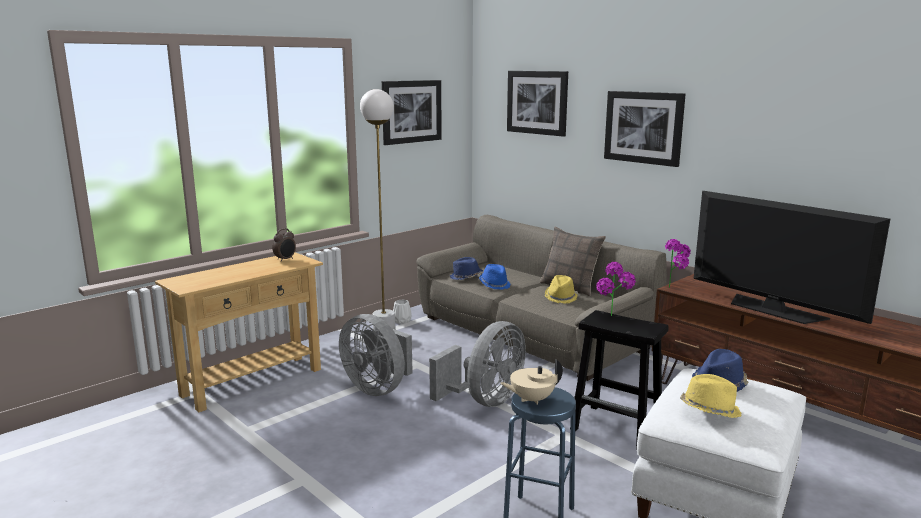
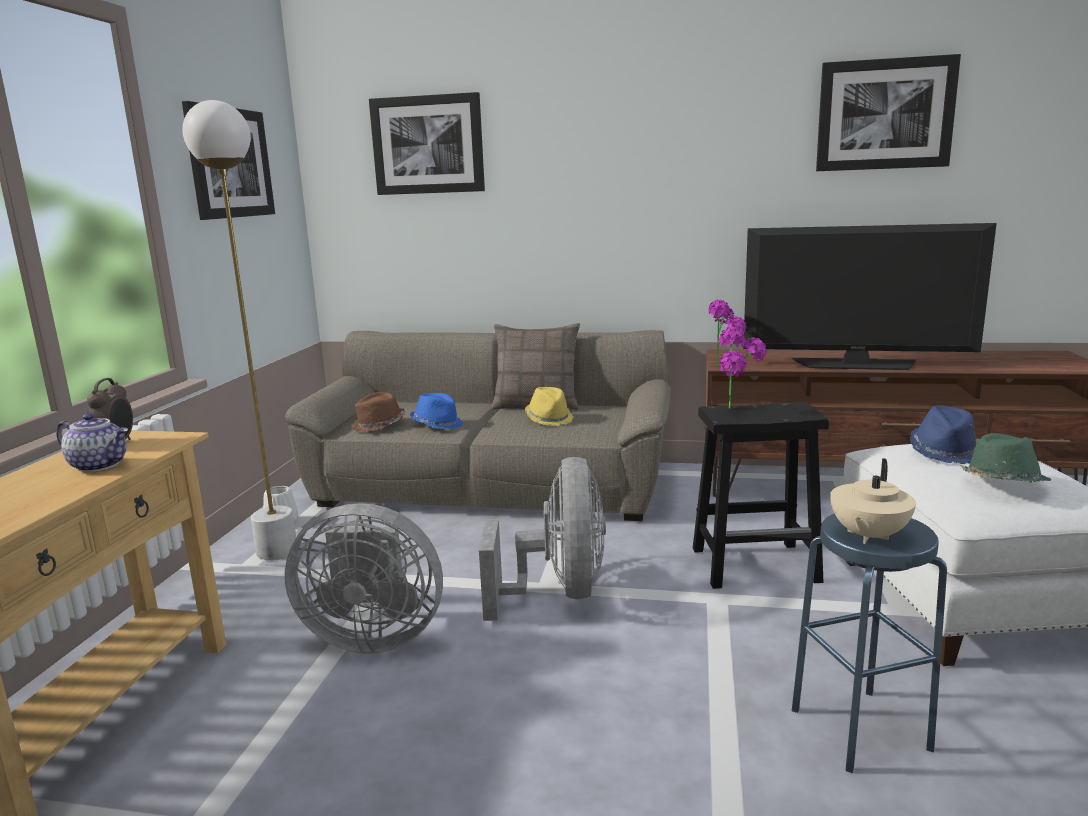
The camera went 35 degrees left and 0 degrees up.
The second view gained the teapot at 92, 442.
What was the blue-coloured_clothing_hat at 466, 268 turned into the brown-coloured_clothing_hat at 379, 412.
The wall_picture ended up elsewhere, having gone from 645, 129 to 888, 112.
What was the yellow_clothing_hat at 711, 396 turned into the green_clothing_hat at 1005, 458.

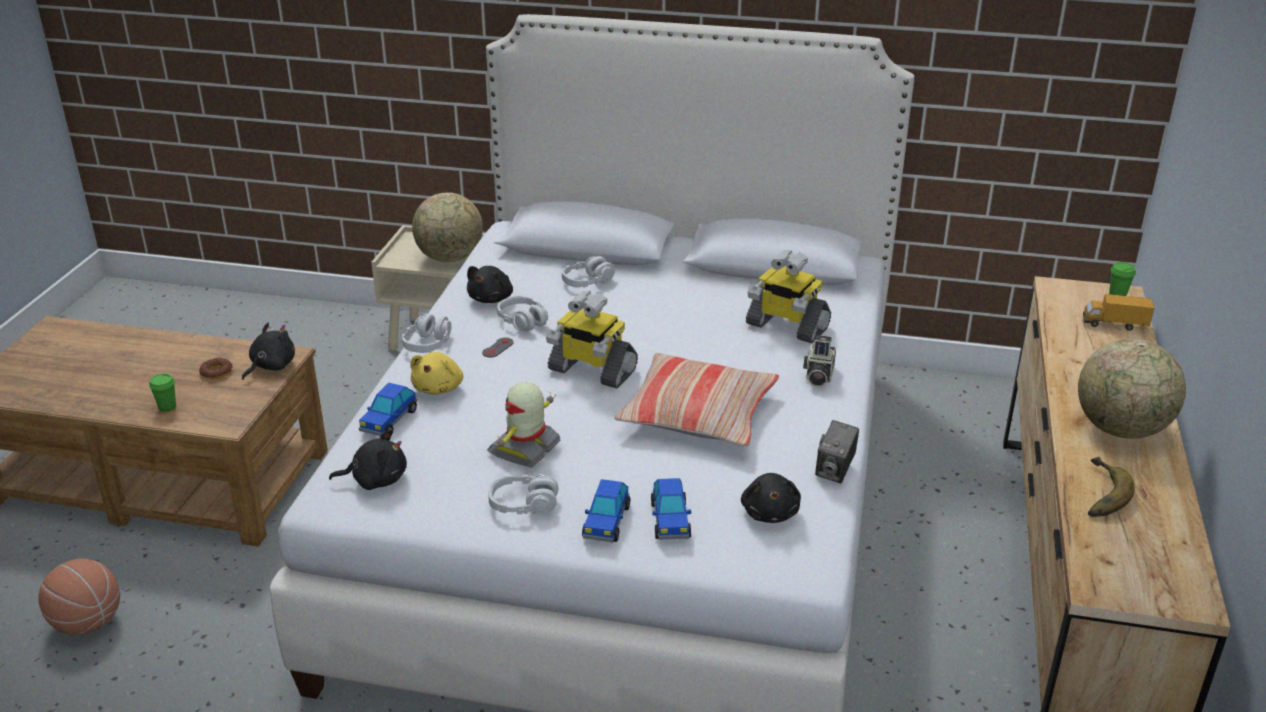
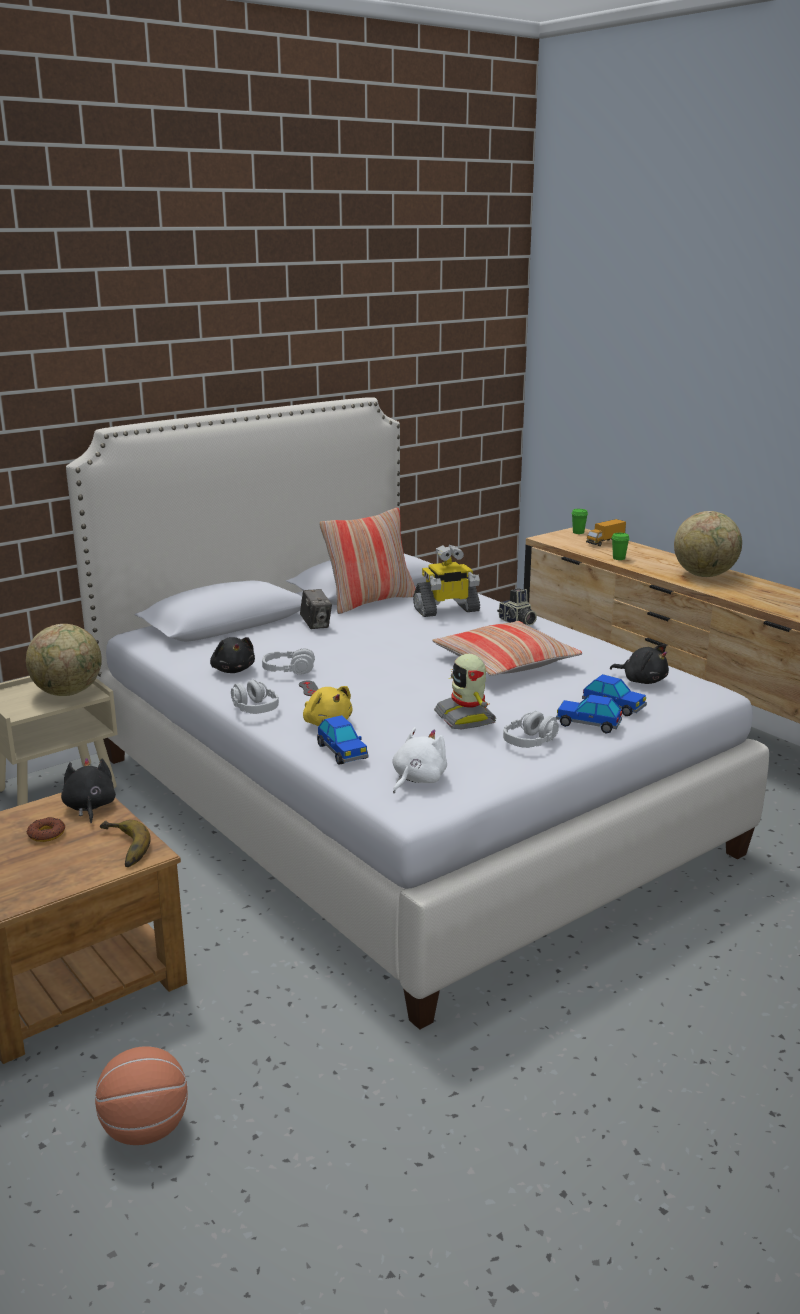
The camera went 50 degrees left and 10 degrees down.
The whole_banana ended up elsewhere, having gone from 1111, 487 to 125, 843.
The still_camera ended up elsewhere, having gone from 837, 451 to 316, 609.
The second view gained the throw_pillow at 367, 561.
What was the black-coloured_soft_toy at 368, 460 turned into the whitish_soft_toy at 419, 760.
The model_car at 606, 511 ended up facing another way, 150 degrees clockwise from before.
The green_small_cup ended up elsewhere, having gone from 162, 392 to 620, 546.
The second view lost the robot_figure at 592, 339.
The second view lost the grey_headphones at 588, 271.

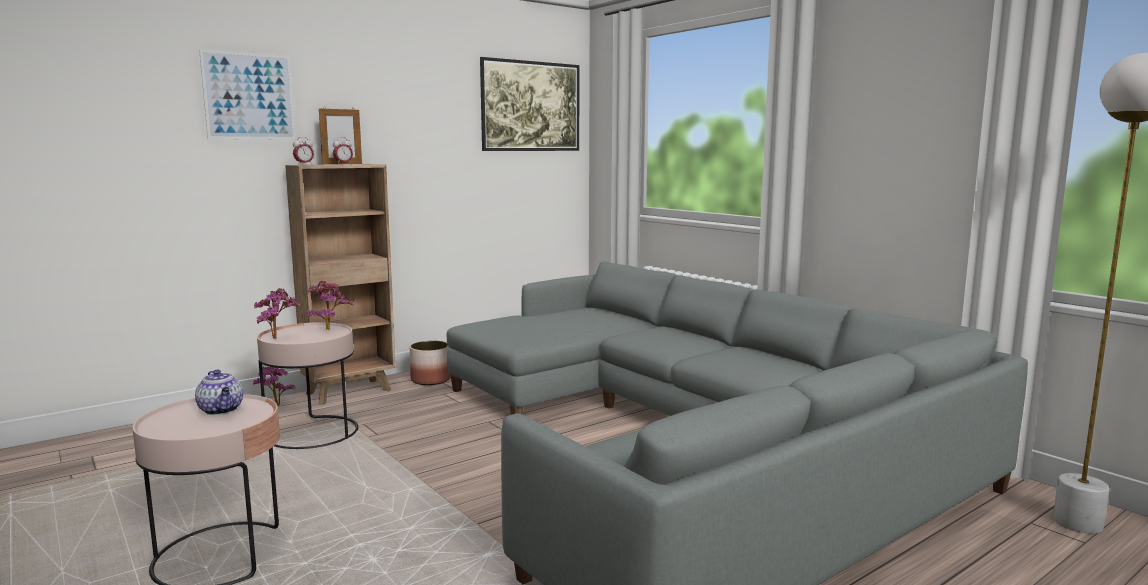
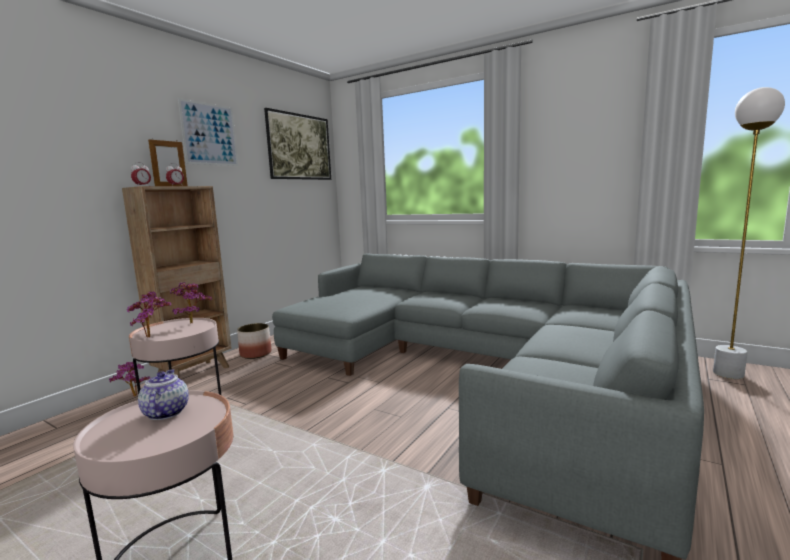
The camera went 20 degrees left and 0 degrees up.
The teapot at 219, 392 ended up facing another way, 135 degrees counterclockwise from before.
The wall_picture ended up elsewhere, having gone from 247, 94 to 208, 132.

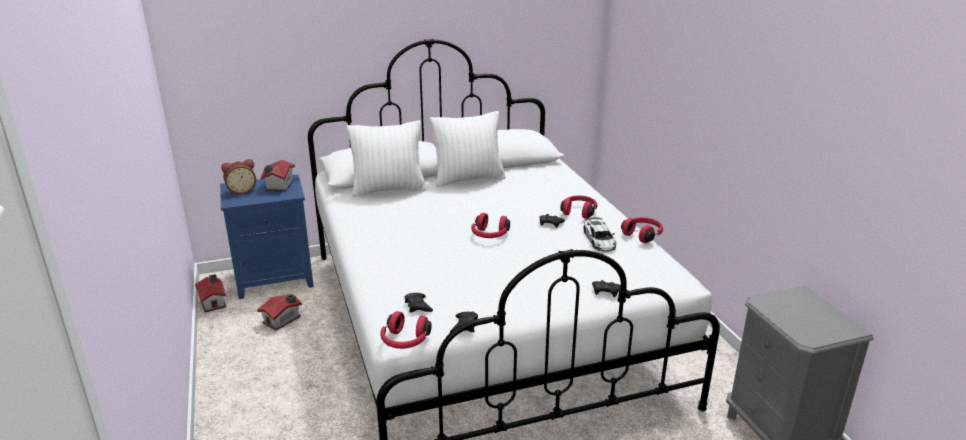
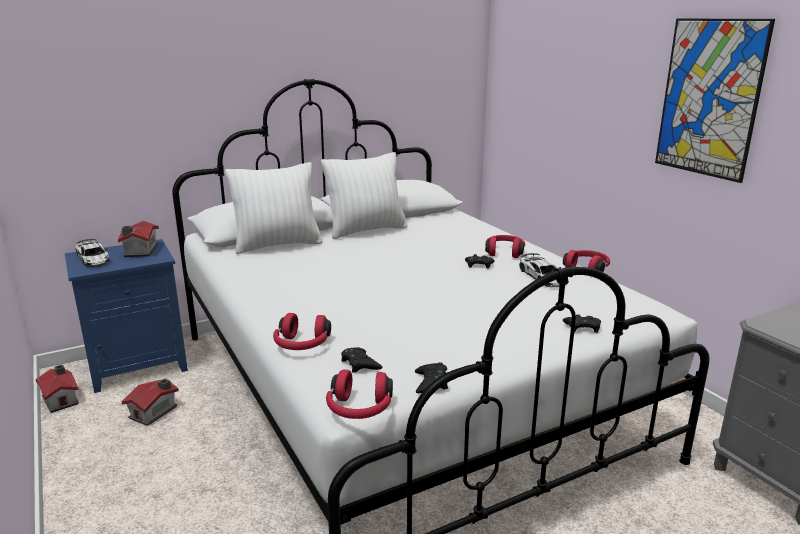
The camera went 10 degrees left and 5 degrees down.
Where the bedside_clock stood at 238, 176, the model_car came to stand at 93, 253.
The red_headphones ended up elsewhere, having gone from 490, 225 to 302, 331.
The second view gained the wall_picture at 715, 101.

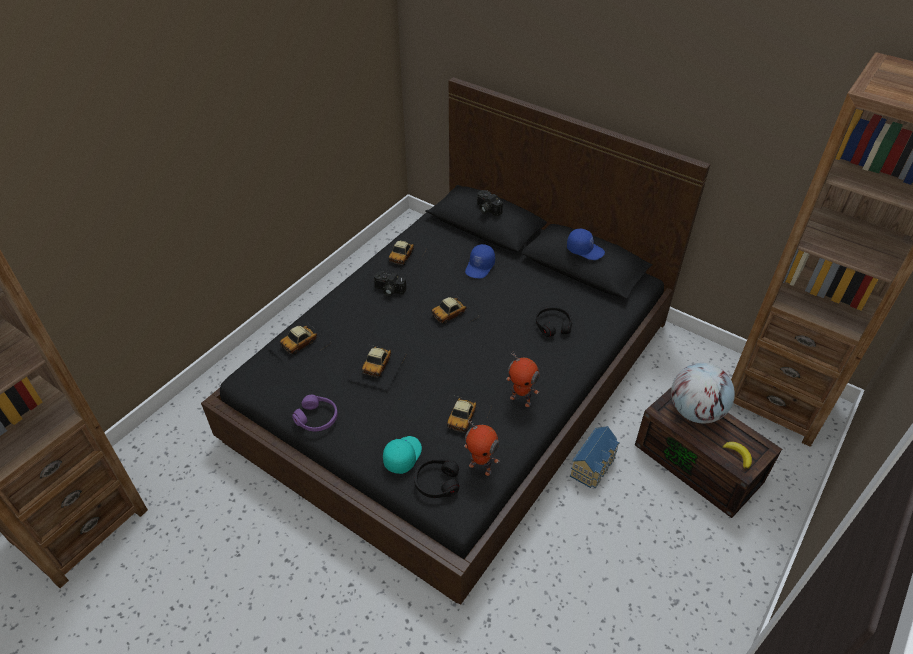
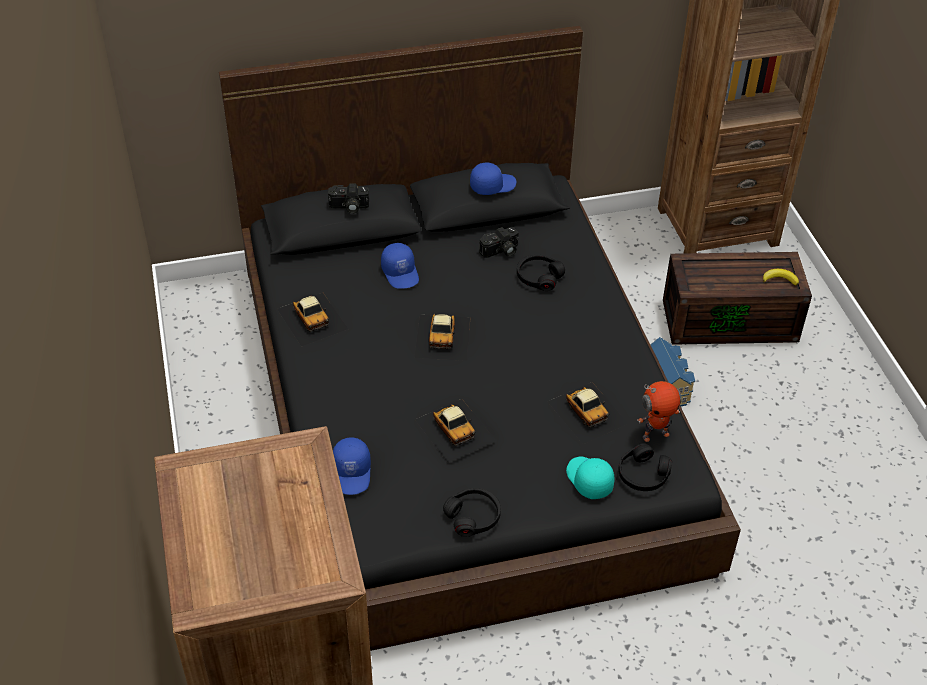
The camera went 50 degrees left and 0 degrees up.
Where the model_car stood at 299, 345, the blue-coloured_baseball_cap came to stand at 352, 466.
What was the purplish_headphones at 315, 413 turned into the black-coloured_headphones at 472, 512.
The still_camera ended up elsewhere, having gone from 390, 284 to 499, 242.
The second view lost the robot_figure at 522, 379.
The second view lost the world_globe at 703, 393.

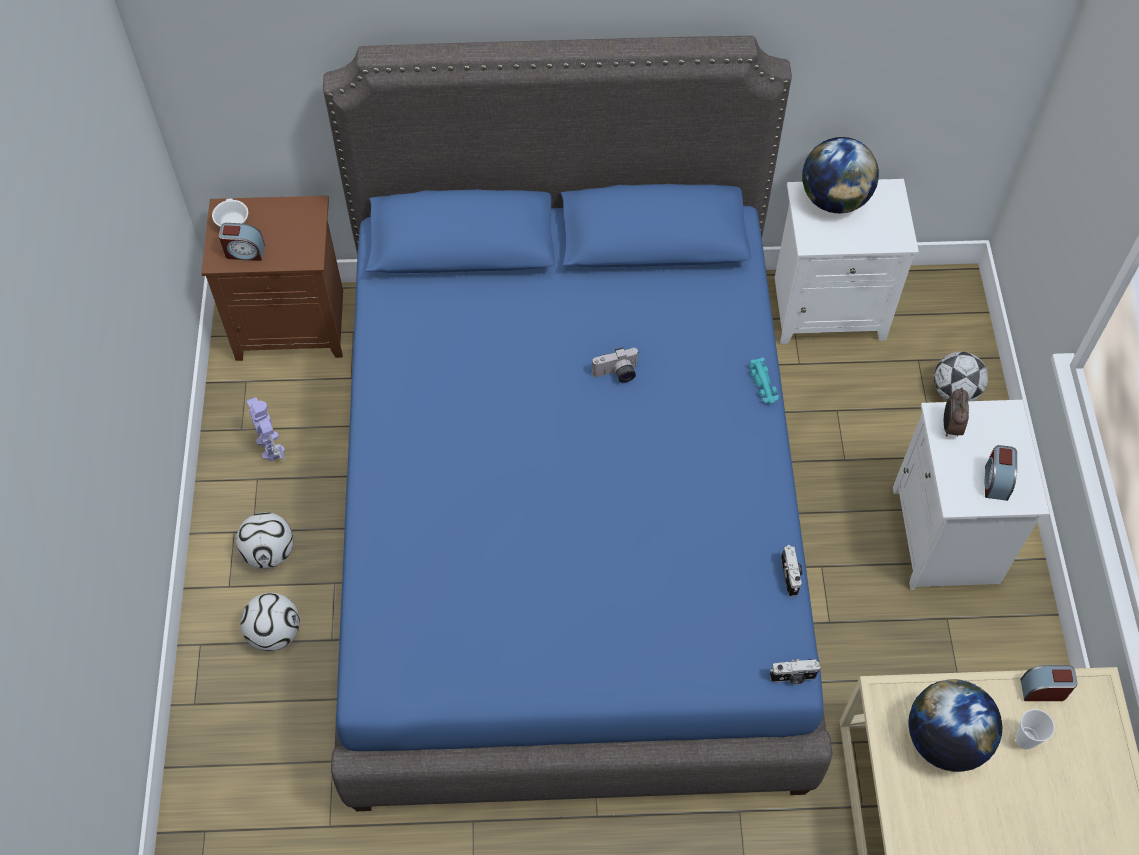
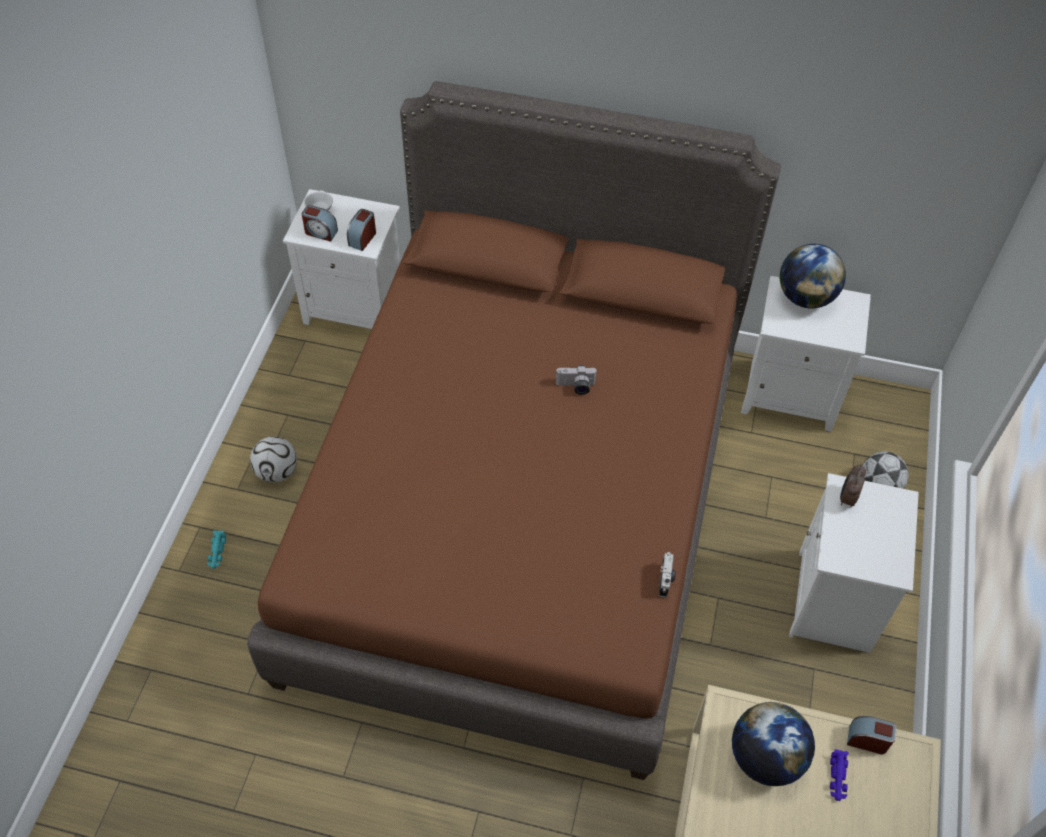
The camera went 15 degrees right and 5 degrees down.
The turquoise-coloured_model_car ended up elsewhere, having gone from 764, 381 to 216, 549.
What was the blue-coloured_bed at 577, 423 turned into the brown-coloured_bed at 514, 430.
What was the brown-coloured_nightstand at 272, 278 turned into the whitish_nightstand at 341, 259.
The bedside_clock ended up elsewhere, having gone from 1001, 473 to 361, 230.
Where the small_cup stood at 1035, 729, the purplish_model_car came to stand at 839, 775.
The second view lost the football_ball at 270, 622.
The second view lost the robot_figure at 265, 429.
The second view lost the still_camera at 795, 672.

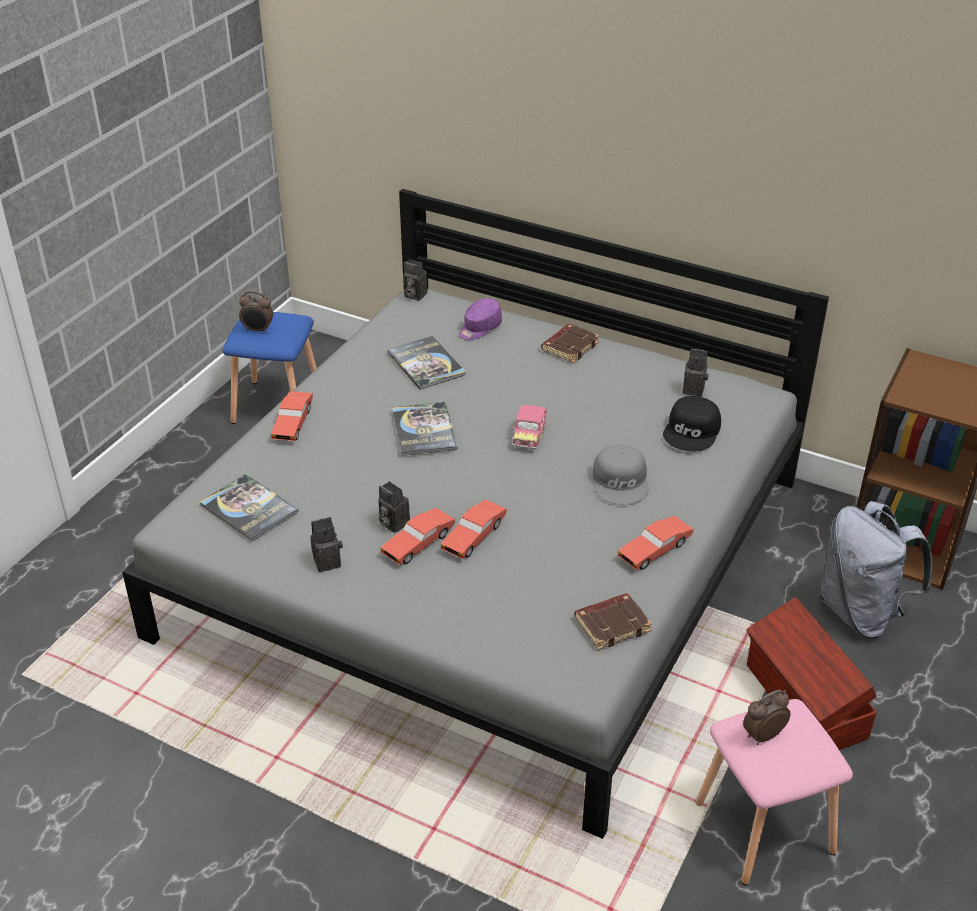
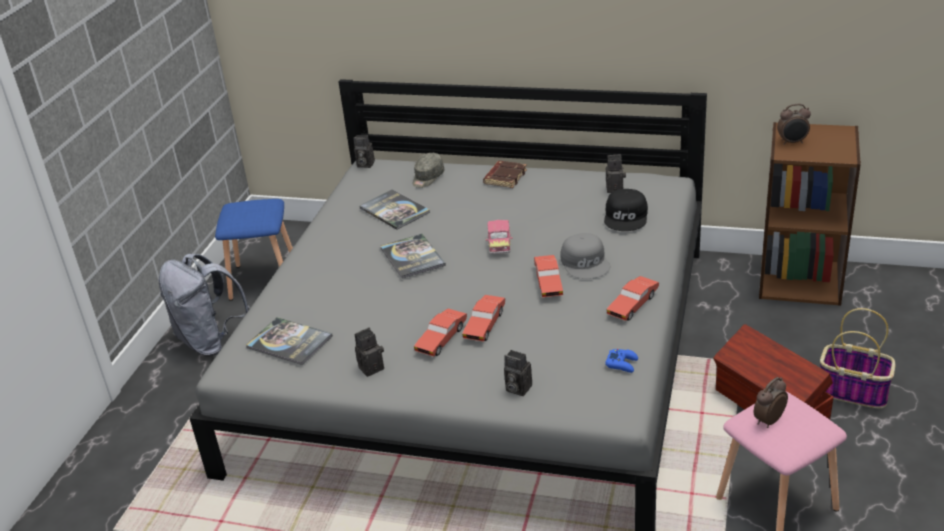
The camera went 10 degrees left and 5 degrees down.
The grey_backpack ended up elsewhere, having gone from 876, 569 to 204, 305.
What was the purplish_baseball_cap at 480, 319 turned into the grey_baseball_cap at 428, 170.
The still_camera ended up elsewhere, having gone from 394, 507 to 518, 373.
The red_model_car ended up elsewhere, having gone from 292, 416 to 548, 276.
Where the brown-coloured_book stood at 613, 621, the blue-coloured_game_controller came to stand at 621, 361.
The bedside_clock ended up elsewhere, having gone from 256, 312 to 794, 124.
The second view gained the basket at 858, 358.

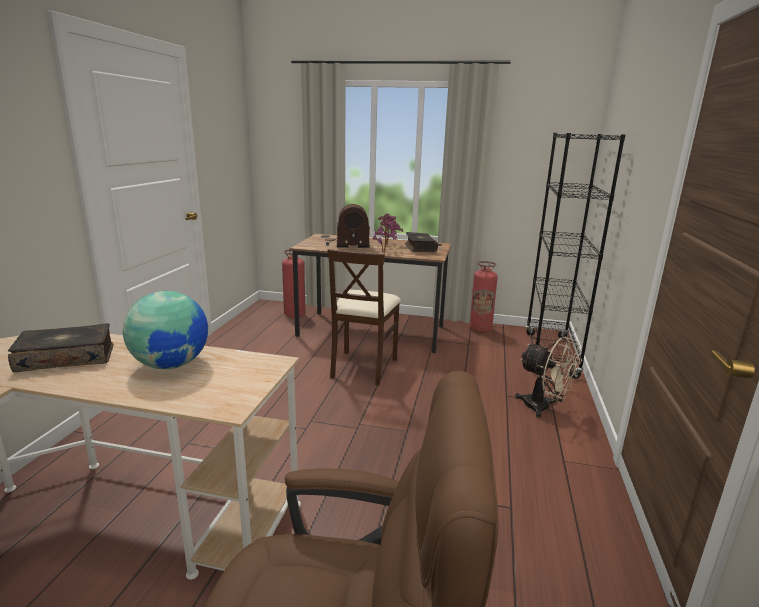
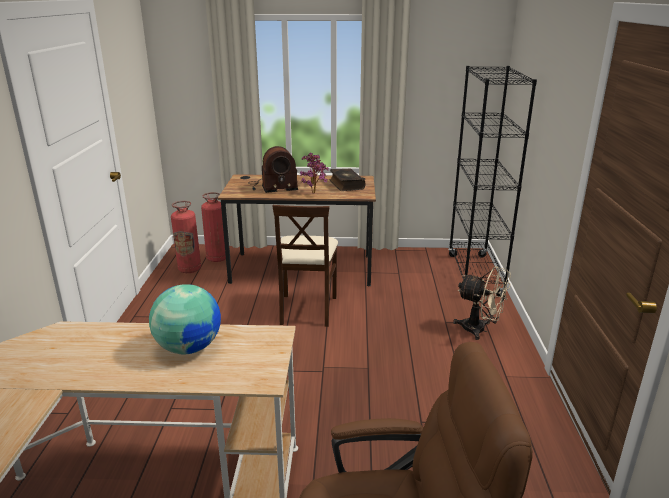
The camera went 10 degrees left and 5 degrees up.
The extinguisher ended up elsewhere, having gone from 484, 297 to 186, 237.
The second view lost the book at 61, 347.

